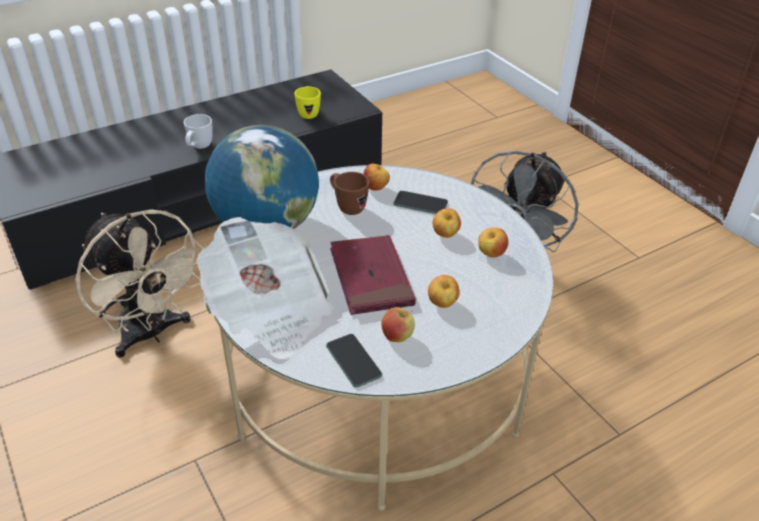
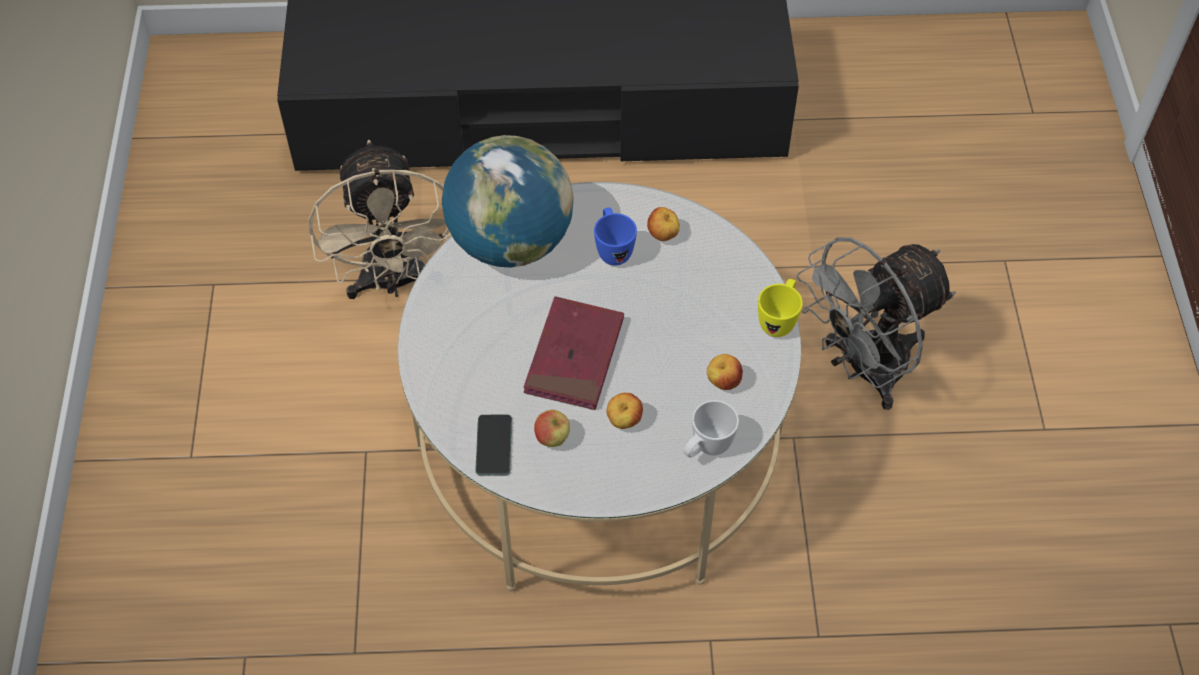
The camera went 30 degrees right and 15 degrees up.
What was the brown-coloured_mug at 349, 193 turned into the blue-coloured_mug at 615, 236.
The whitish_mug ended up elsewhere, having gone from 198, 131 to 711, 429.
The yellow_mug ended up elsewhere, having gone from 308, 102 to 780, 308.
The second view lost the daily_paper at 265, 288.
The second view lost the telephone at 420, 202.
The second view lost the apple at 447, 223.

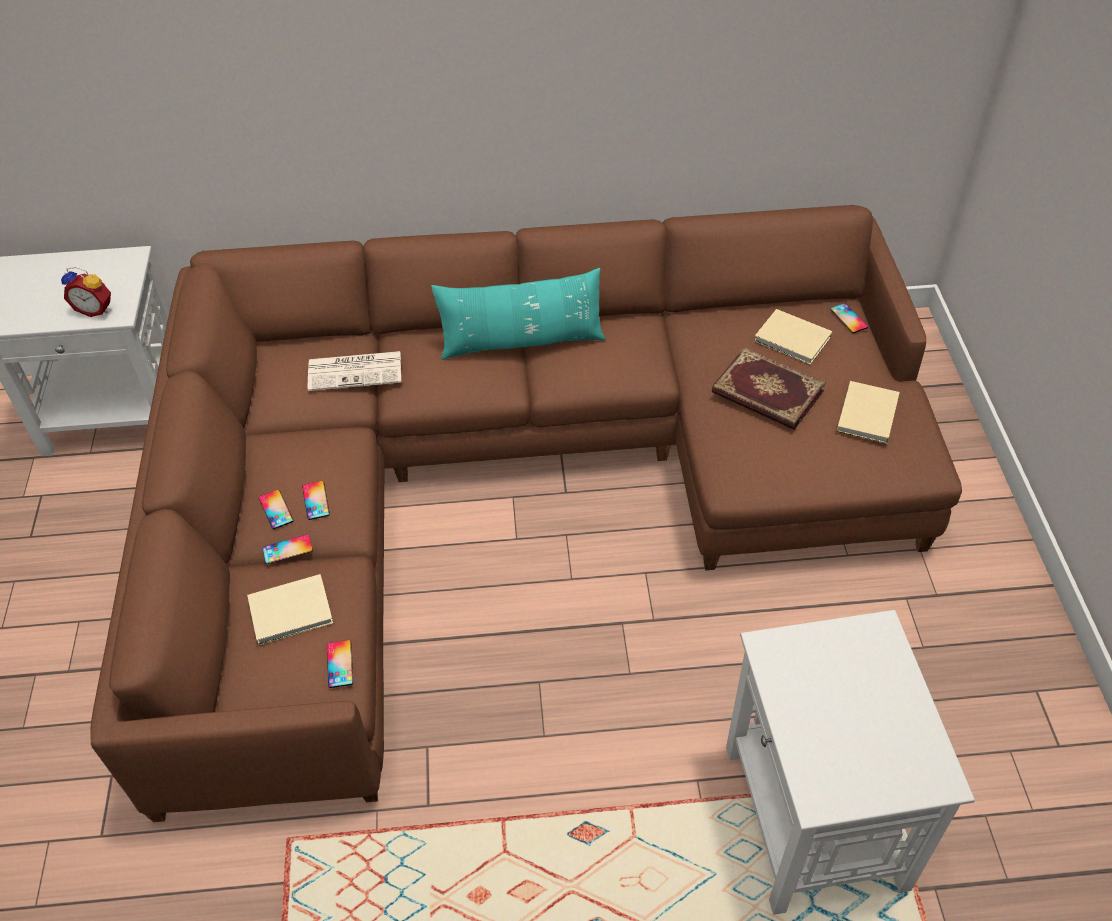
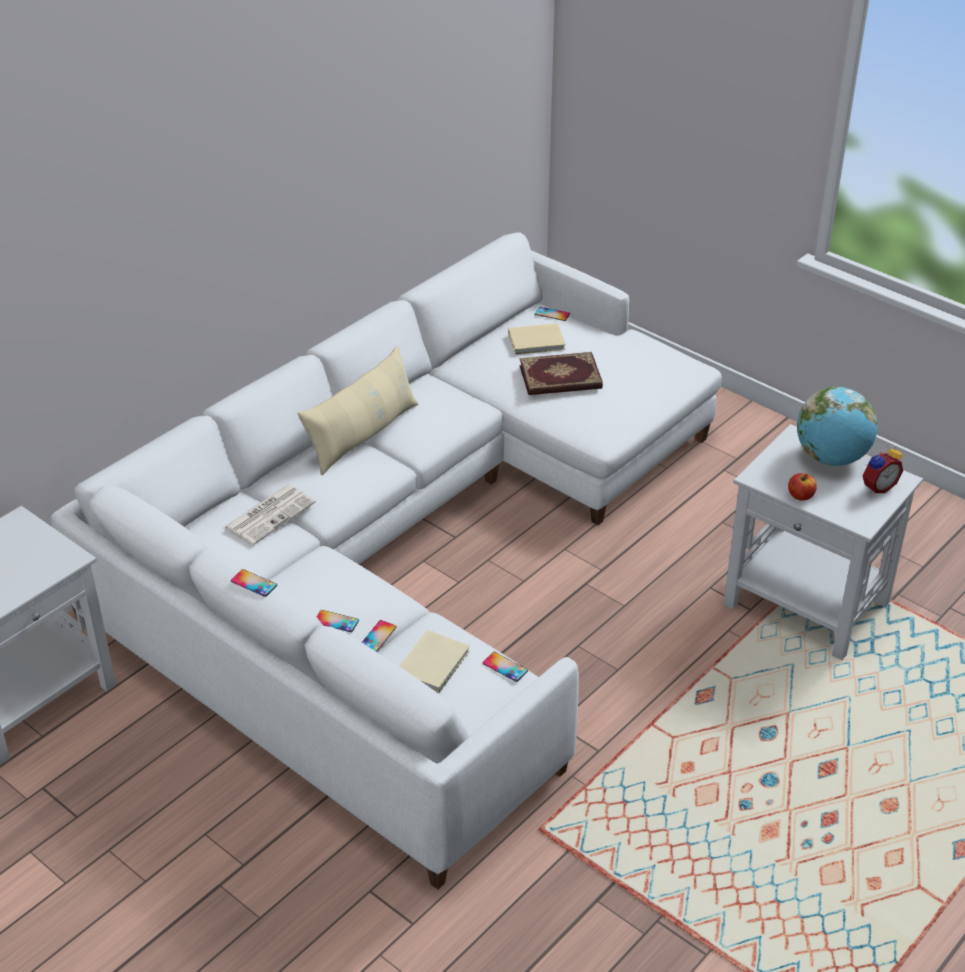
The camera went 45 degrees left and 10 degrees down.
What was the brown-coloured_couch at 526, 513 turned into the whitish_couch at 386, 560.
The telephone ended up elsewhere, having gone from 316, 500 to 254, 583.
What was the turquoise-coloured_throw_pillow at 518, 314 turned into the sand-coloured_throw_pillow at 357, 410.
The second view gained the apple at 802, 486.
The second view gained the world_globe at 837, 426.
The bedside_clock ended up elsewhere, having gone from 86, 292 to 882, 469.
The second view lost the sand-coloured_book at 868, 412.

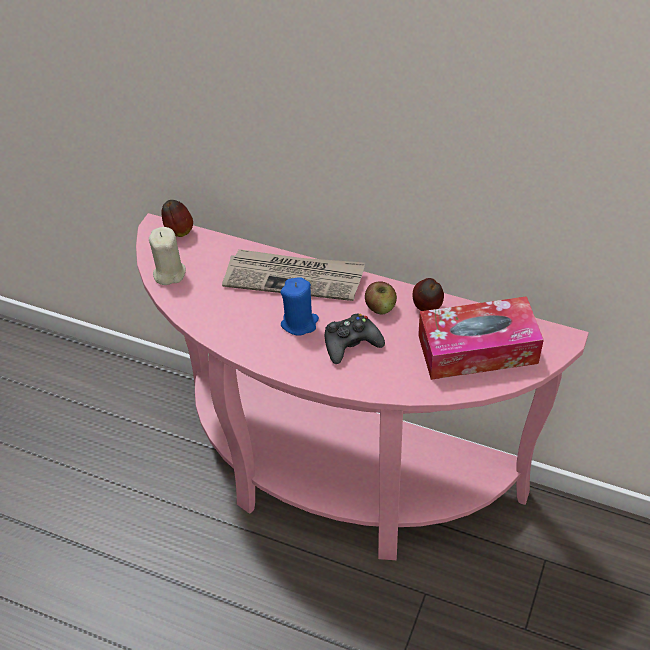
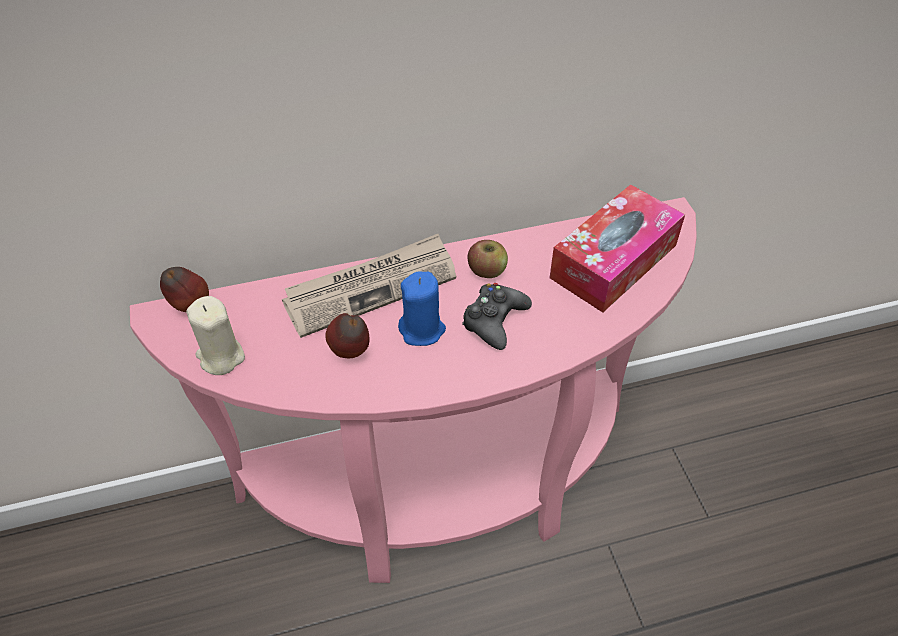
The camera went 40 degrees left and 0 degrees up.
The apple ended up elsewhere, having gone from 428, 294 to 347, 335.

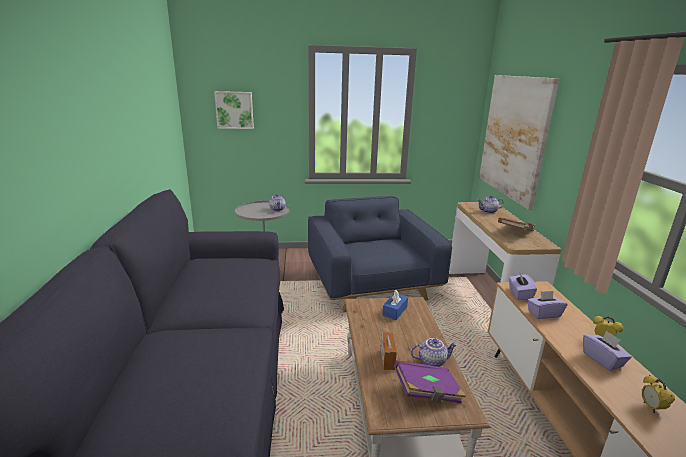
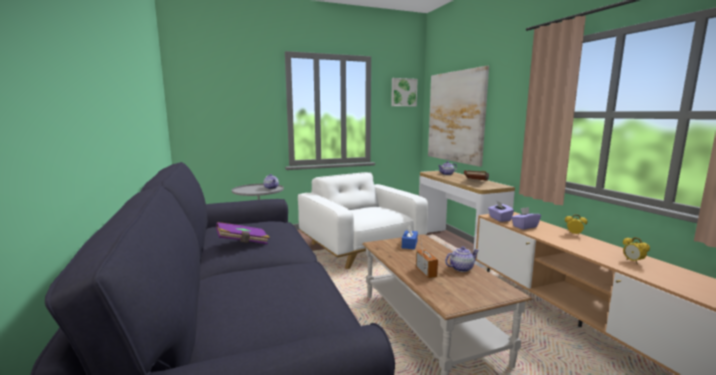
The camera went 15 degrees left and 10 degrees down.
The purplish_book ended up elsewhere, having gone from 430, 381 to 243, 233.
What was the blue-coloured_lounge_chair at 380, 254 turned into the whitish_lounge_chair at 363, 220.
The wall_picture ended up elsewhere, having gone from 234, 110 to 404, 92.
The second view lost the purplish_box_of_tissues at 607, 350.

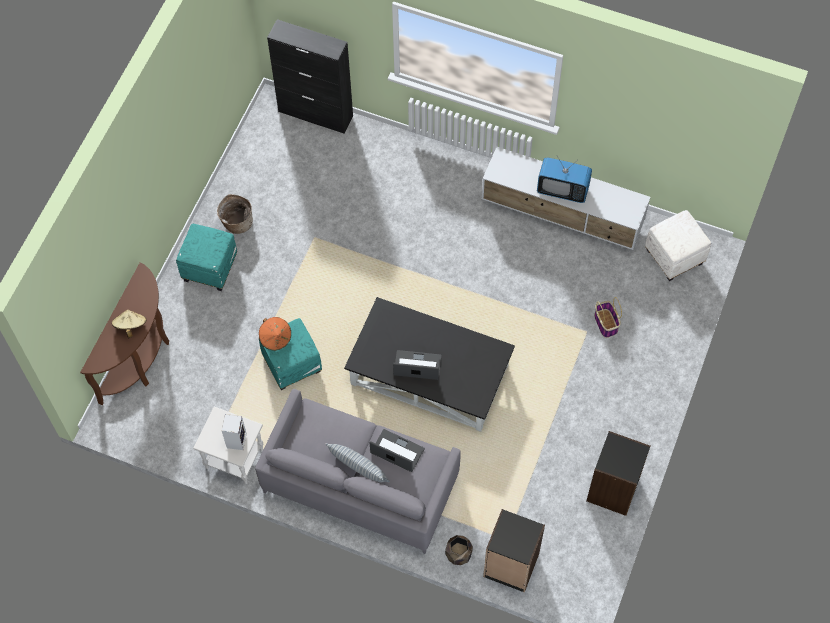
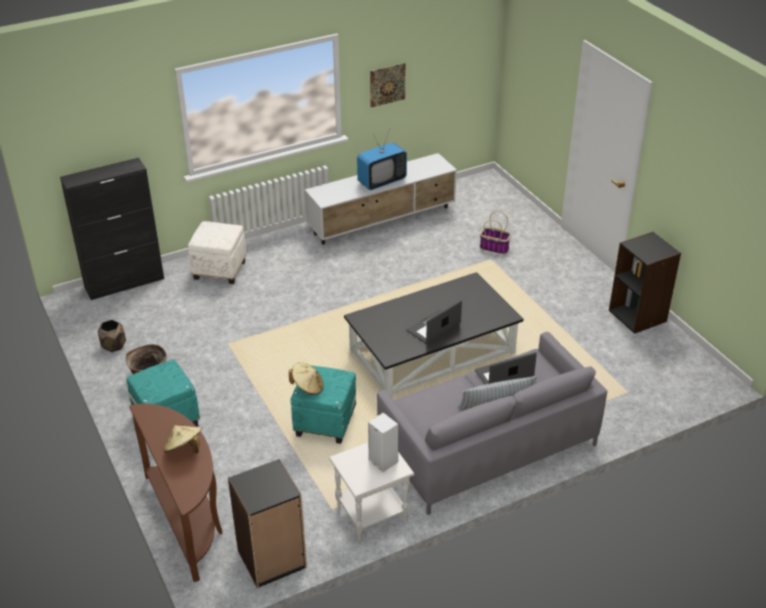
The camera went 50 degrees left and 25 degrees down.
The brown-coloured_flower_pot ended up elsewhere, having gone from 459, 550 to 111, 336.
The whitish_ottoman ended up elsewhere, having gone from 678, 245 to 217, 252.
The black-coloured_bookcase ended up elsewhere, having gone from 514, 551 to 267, 523.
What was the orangey_clothing_hat at 275, 334 turned into the sand-coloured_clothing_hat at 306, 378.
The second view gained the wall_picture at 387, 85.

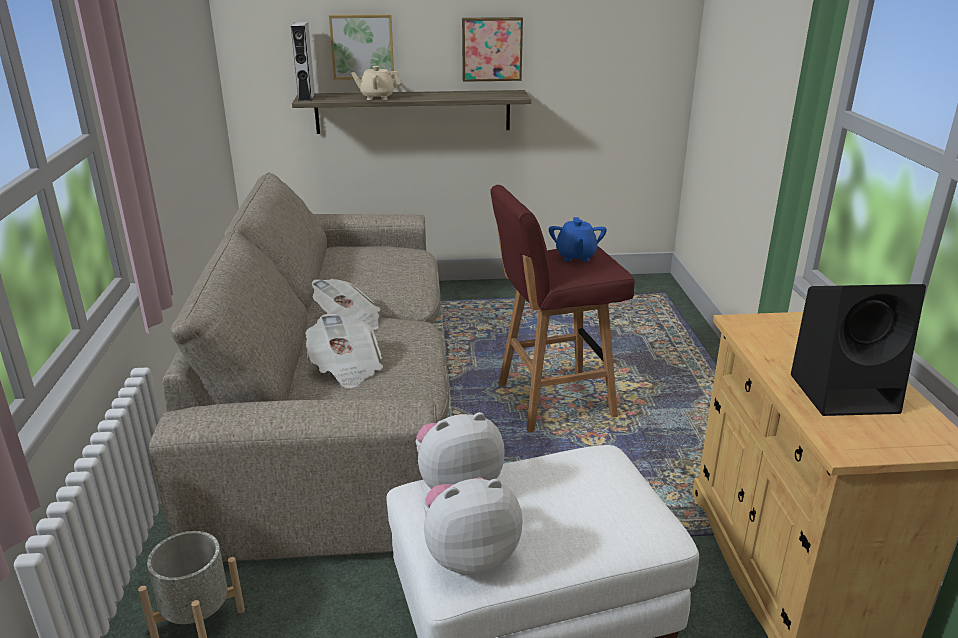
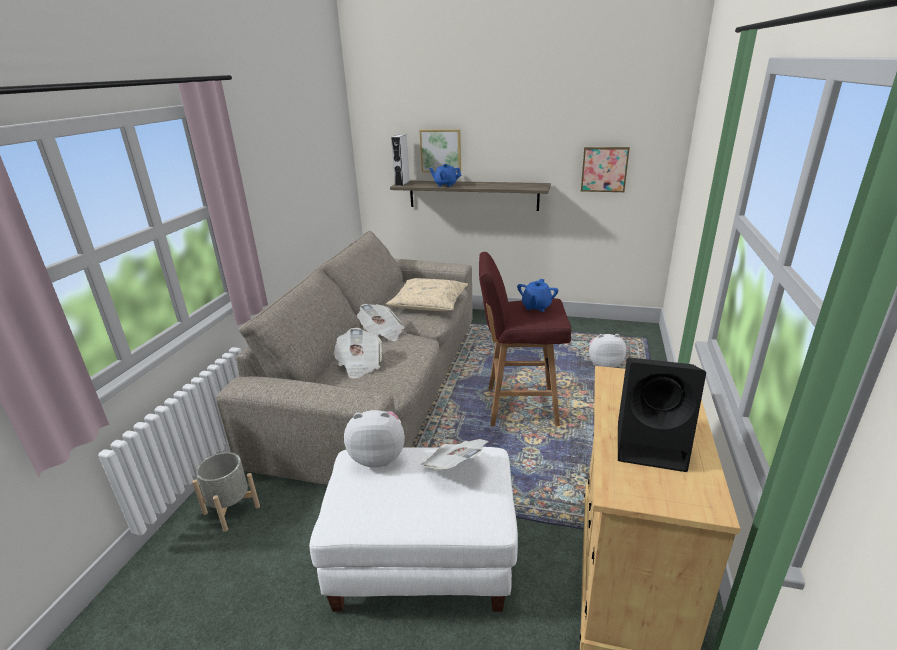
The camera went 20 degrees right and 0 degrees up.
The second view gained the sand-coloured_throw_pillow at 427, 294.
The second view gained the daily_paper at 454, 454.
What was the sand-coloured_teapot at 376, 83 turned into the blue-coloured_teapot at 445, 175.
The wall_picture ended up elsewhere, having gone from 492, 49 to 605, 169.
The soft_toy ended up elsewhere, having gone from 473, 526 to 607, 351.

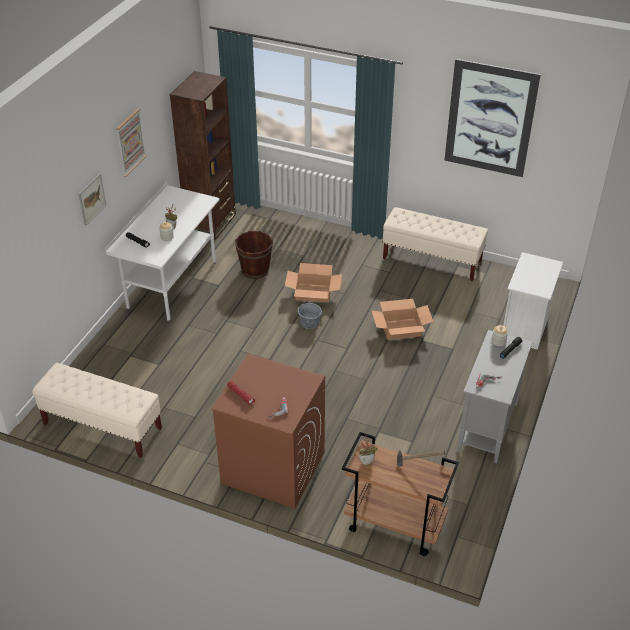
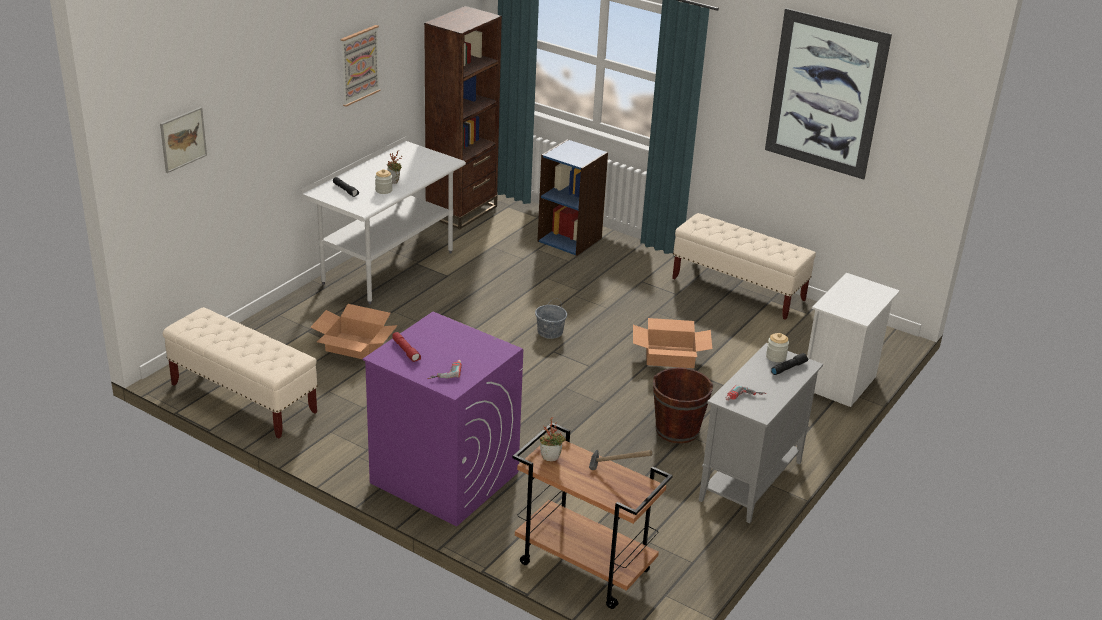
The camera went 10 degrees right and 10 degrees down.
The wall_picture ended up elsewhere, having gone from 92, 199 to 183, 140.
The packing_box ended up elsewhere, having gone from 313, 282 to 354, 331.
What was the brown-coloured_washing_machine at 268, 431 turned into the purplish_washing_machine at 443, 419.
The second view gained the blue-coloured_bookcase at 573, 197.
The brown-coloured_water_bucket ended up elsewhere, having gone from 254, 255 to 683, 405.

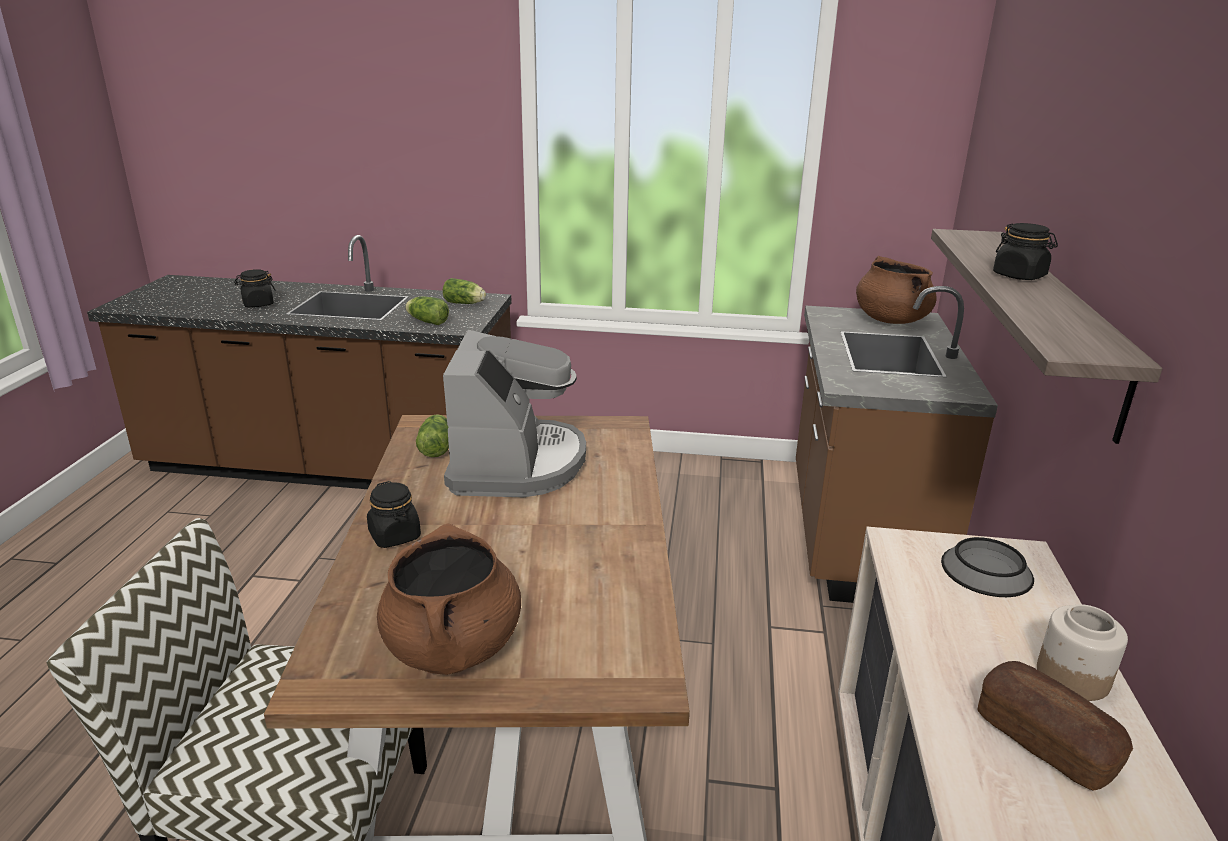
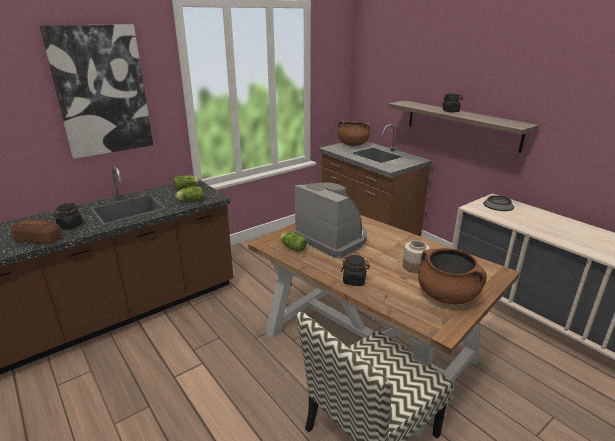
The camera went 45 degrees left and 0 degrees up.
The bakery_bread ended up elsewhere, having gone from 1055, 725 to 36, 232.
The second view gained the wall_picture at 96, 91.
The storage_jar ended up elsewhere, having gone from 1082, 652 to 416, 256.

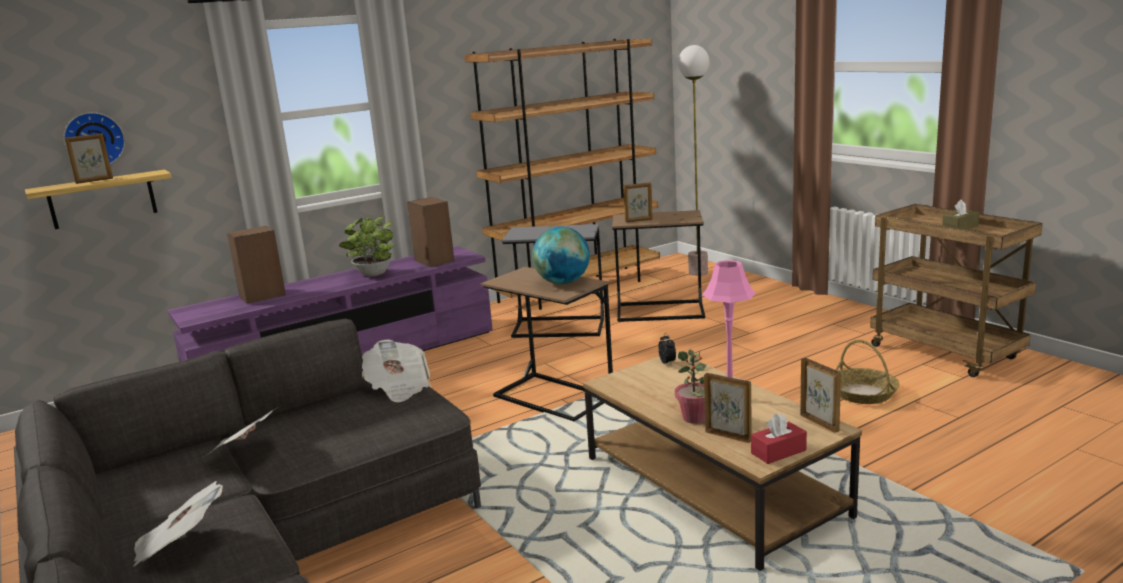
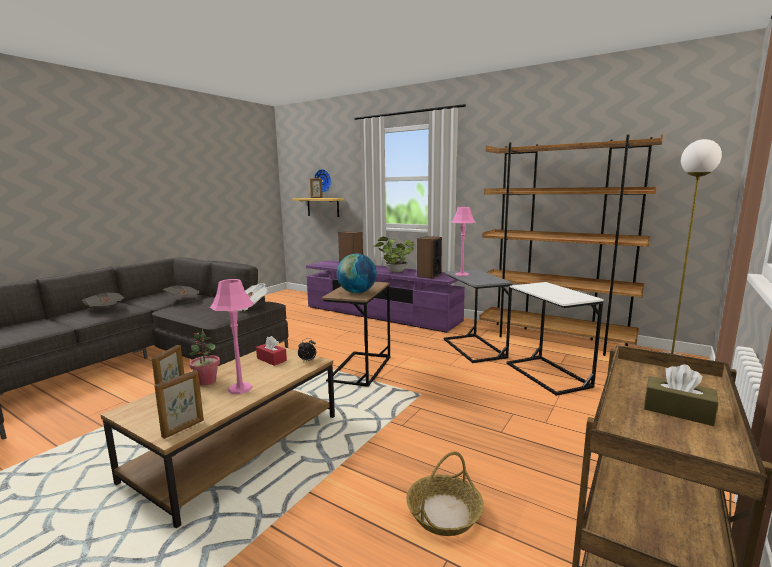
The camera went 65 degrees right and 5 degrees down.
The red_box_of_tissues ended up elsewhere, having gone from 779, 438 to 271, 351.
The second view gained the pink_lamp_for_a_table at 464, 241.
What was the brown-coloured_accent_table at 658, 266 turned into the whitish_accent_table at 555, 339.
The second view lost the standing_frame at 638, 202.

